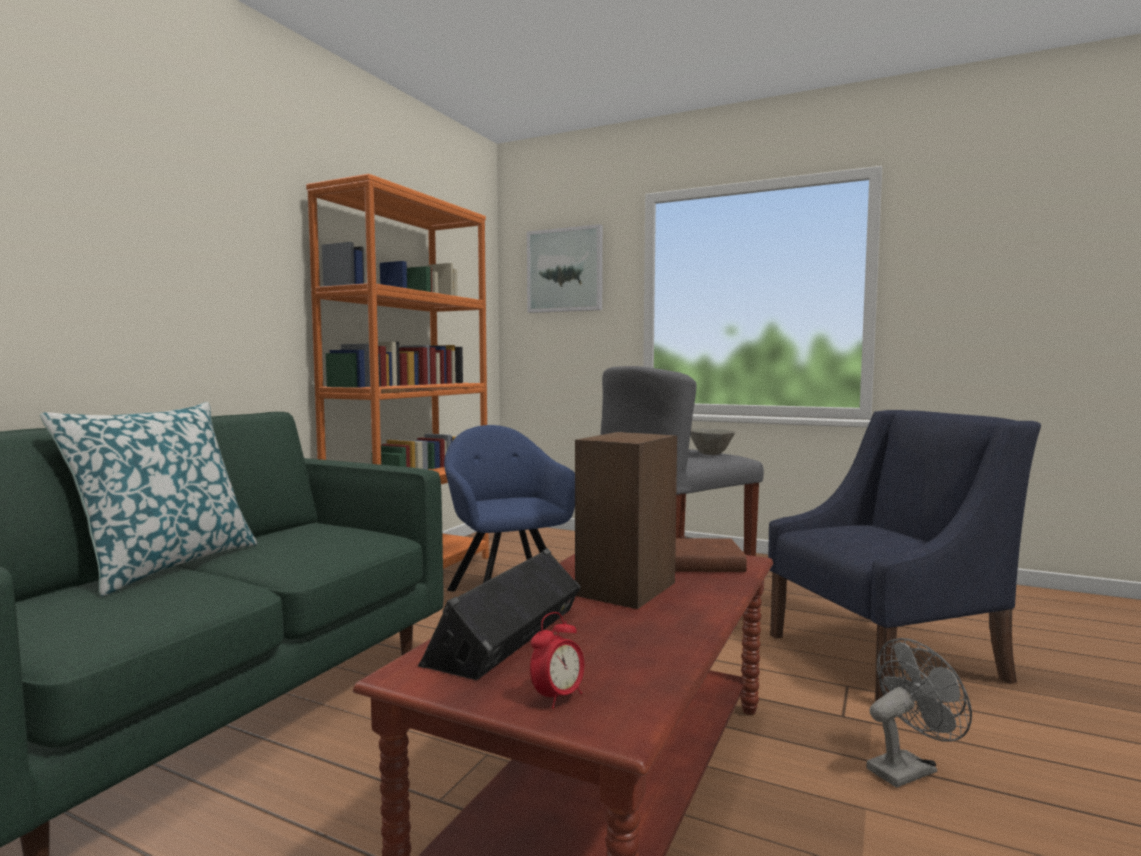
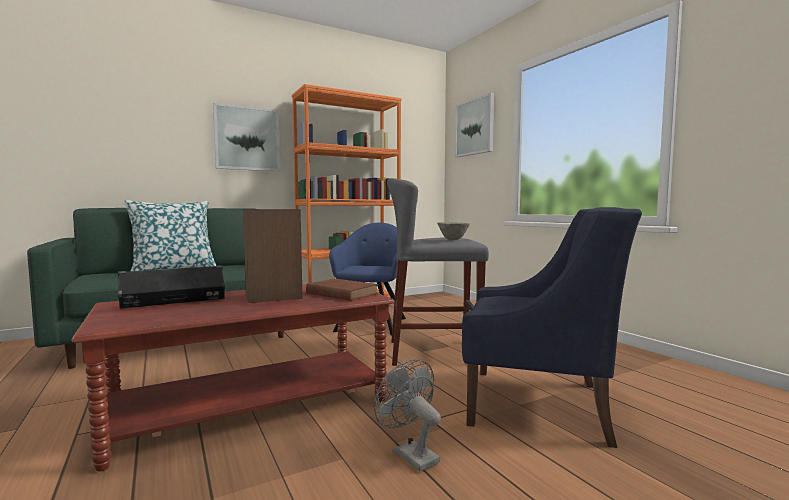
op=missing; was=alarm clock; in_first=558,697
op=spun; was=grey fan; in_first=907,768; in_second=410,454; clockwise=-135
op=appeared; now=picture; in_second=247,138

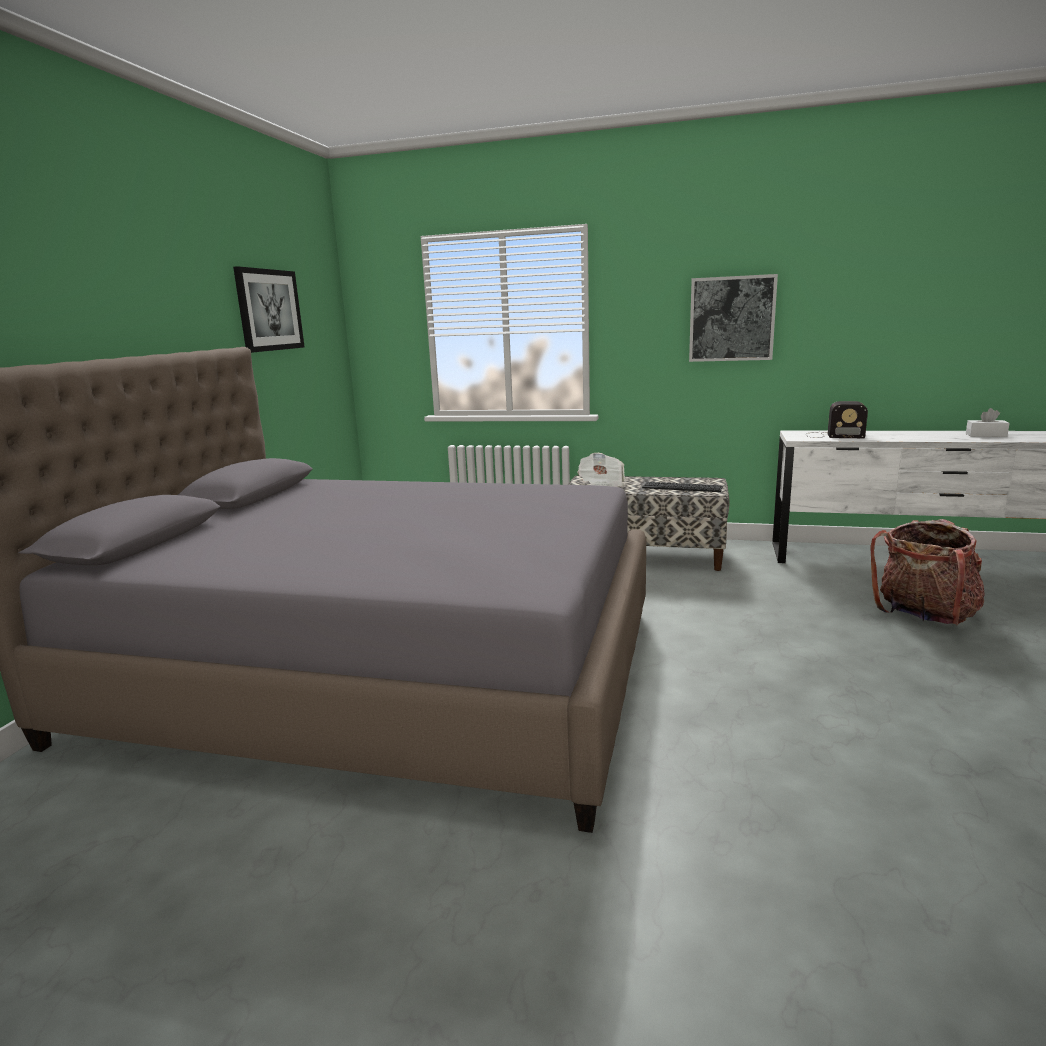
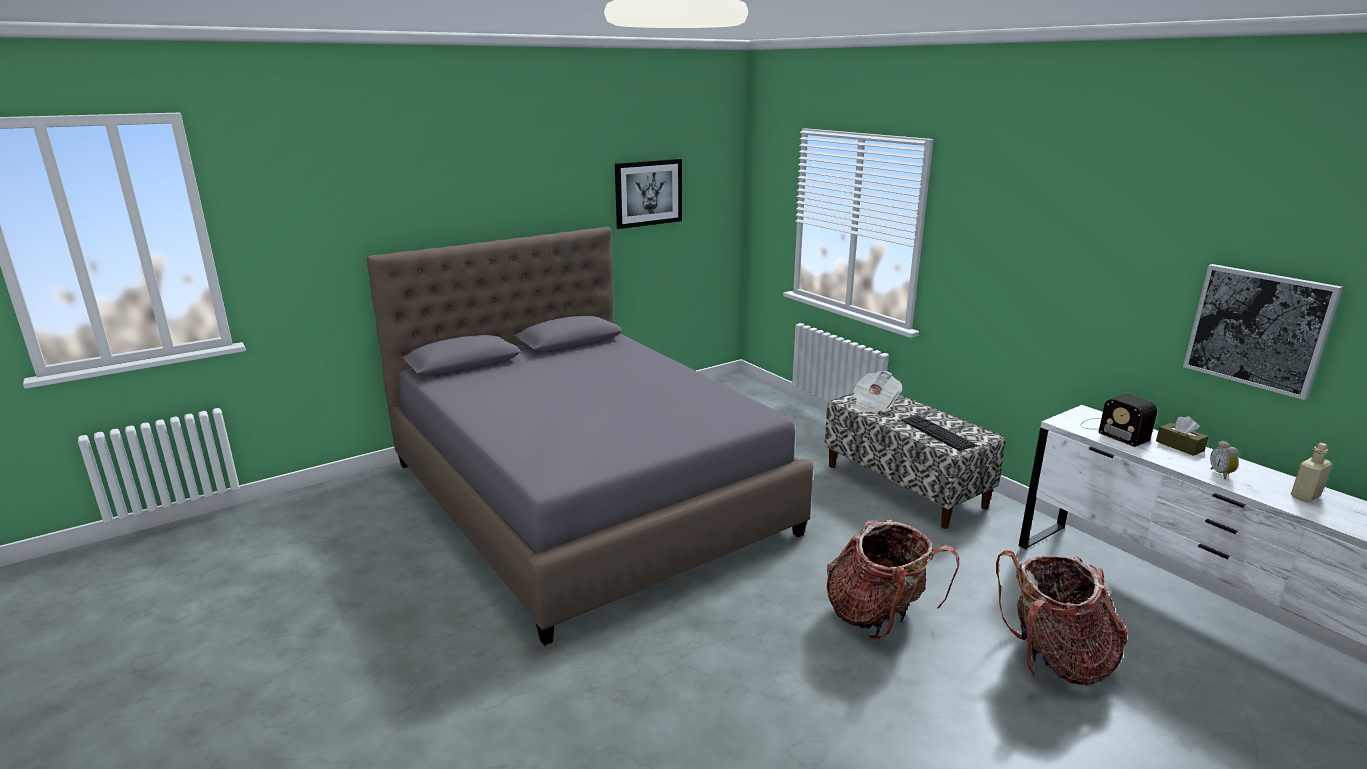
op=relocated; was=picture; in_first=731,319; in_second=1258,329
op=exchanged; was=white tissue box; now=beige bottle; in_first=986,435; in_second=1305,496
op=appeared; now=brown tissue box; in_second=1179,446
op=appeared; now=alarm clock; in_second=1221,474
op=appeared; now=backpack; in_second=878,616

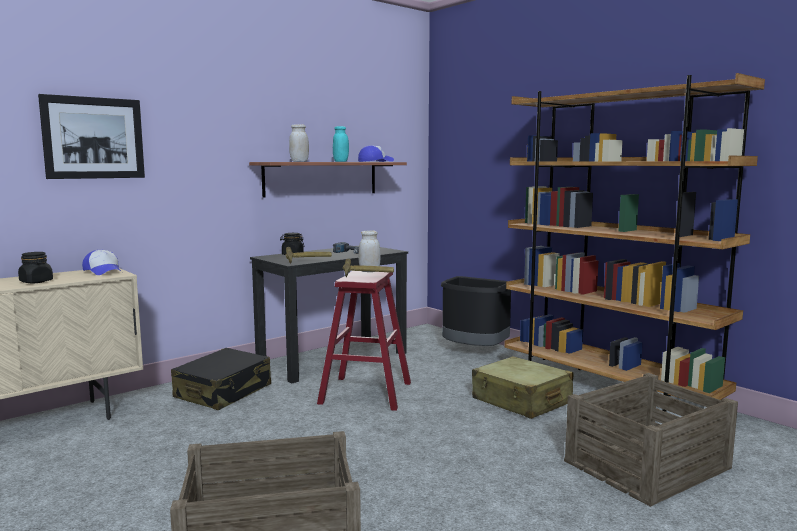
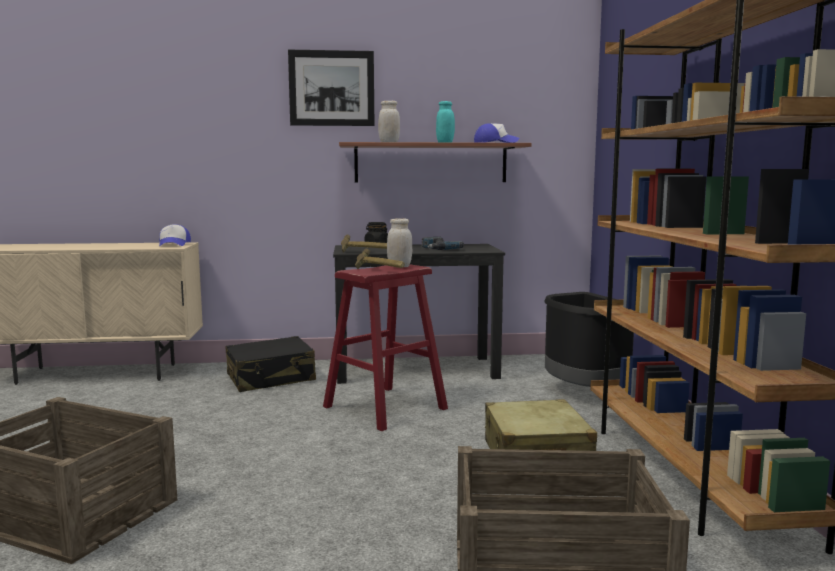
op=relocated; was=picture; in_first=94,138; in_second=331,88
op=missing; was=black jar; in_first=36,282

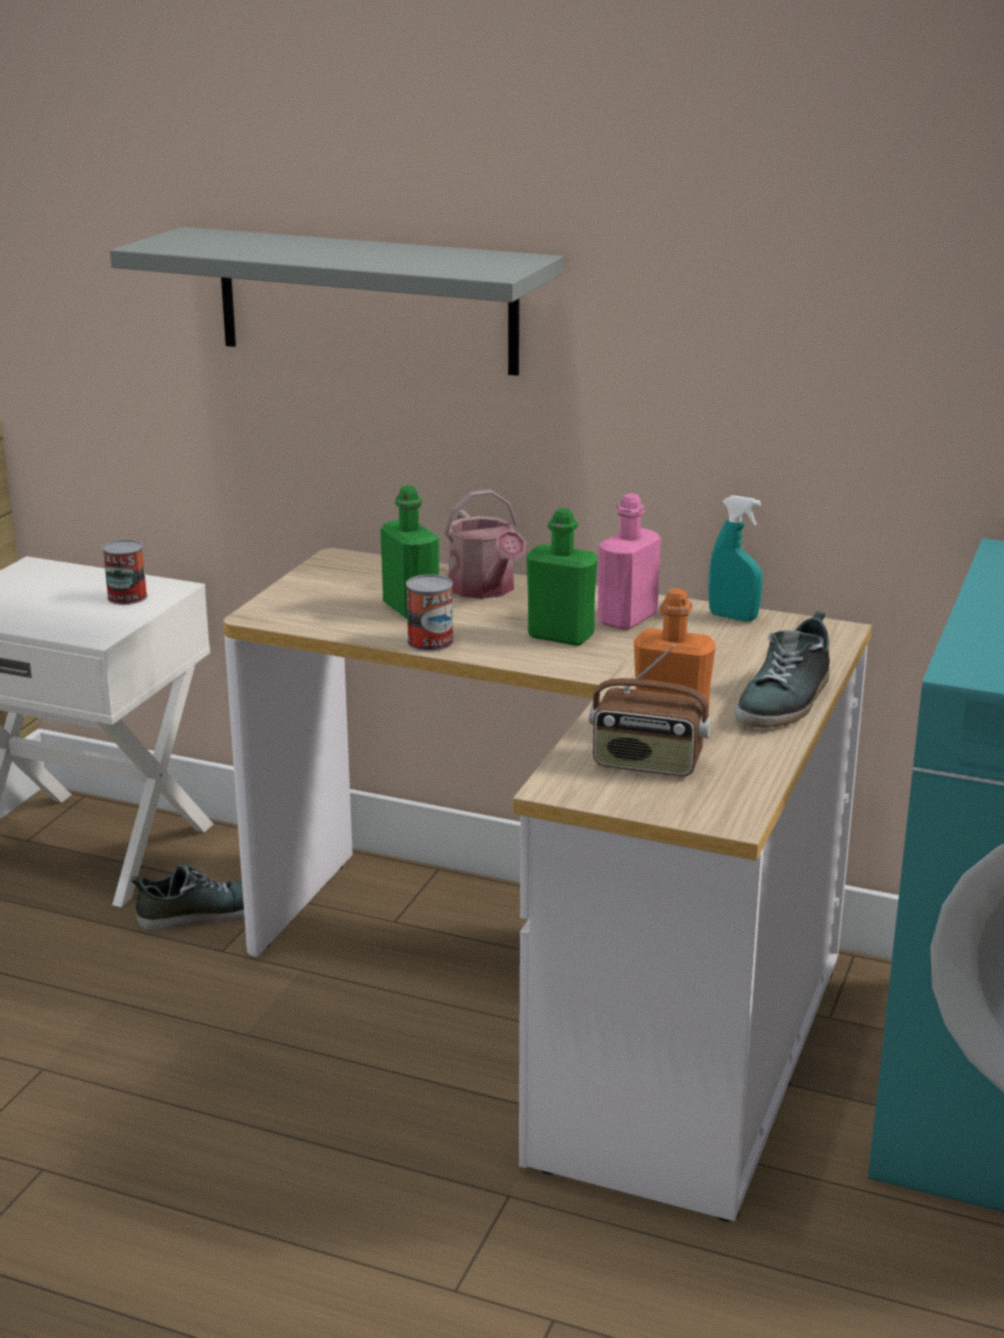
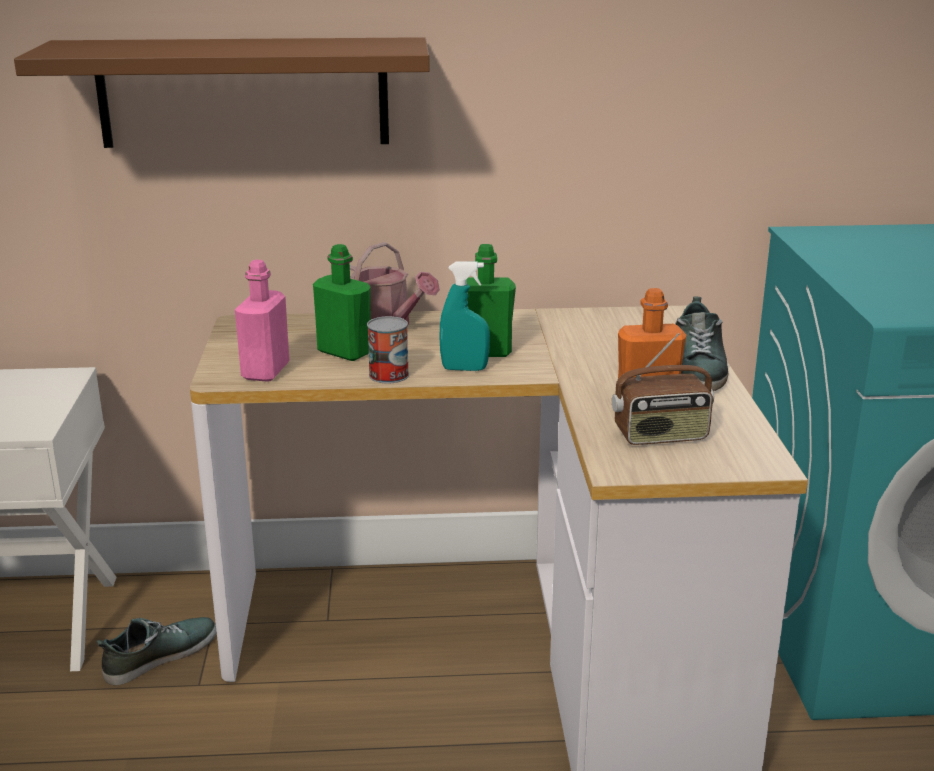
op=colour; was=grey shelf; now=brown shelf; in_first=366,300; in_second=243,93
op=relocated; was=pink bottle; in_first=627,619; in_second=265,371
op=relocated; was=turquoise spray bottle; in_first=733,617; in_second=464,369
op=missing; was=can; in_first=127,597

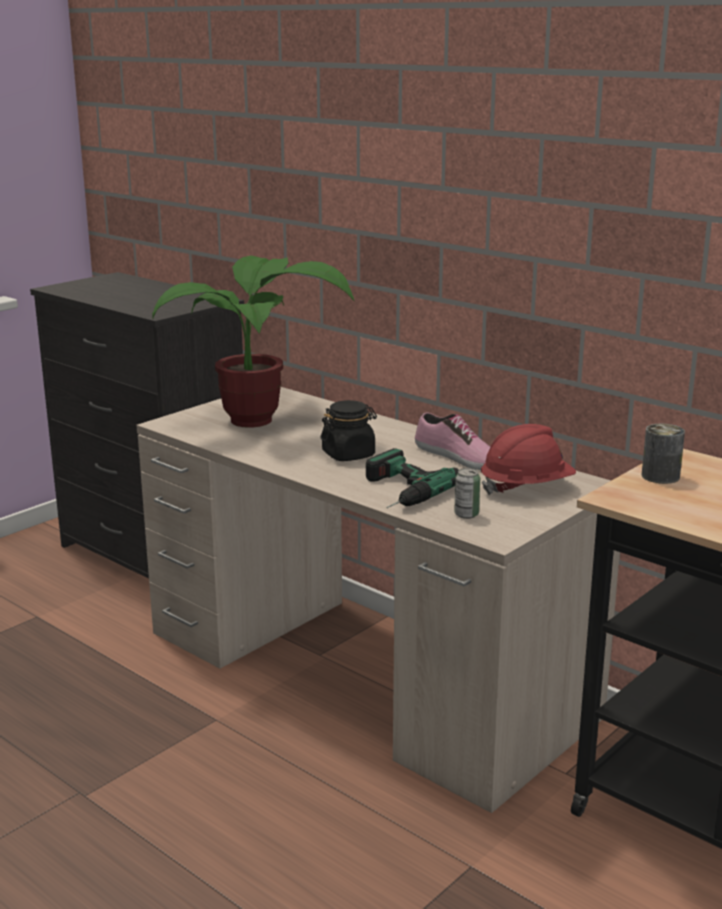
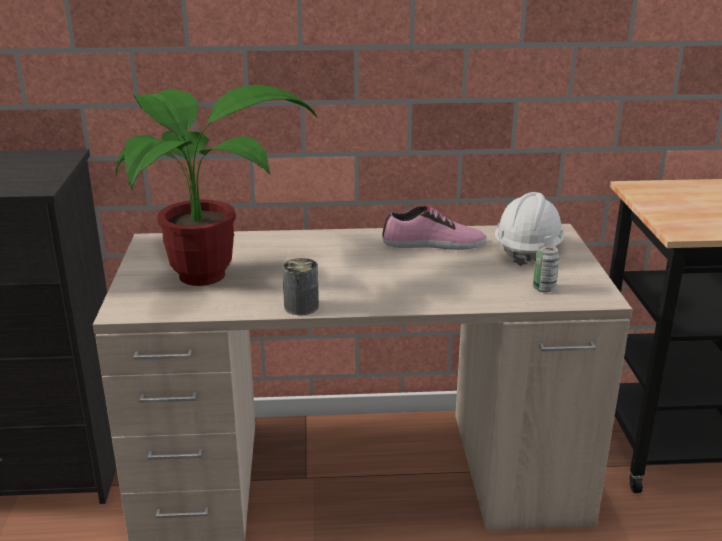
op=missing; was=black jar; in_first=349,455
op=colour; was=red hard hat; now=white hard hat; in_first=526,488; in_second=527,250
op=relocated; was=can; in_first=660,476; in_second=301,306
op=missing; was=power drill; in_first=395,492

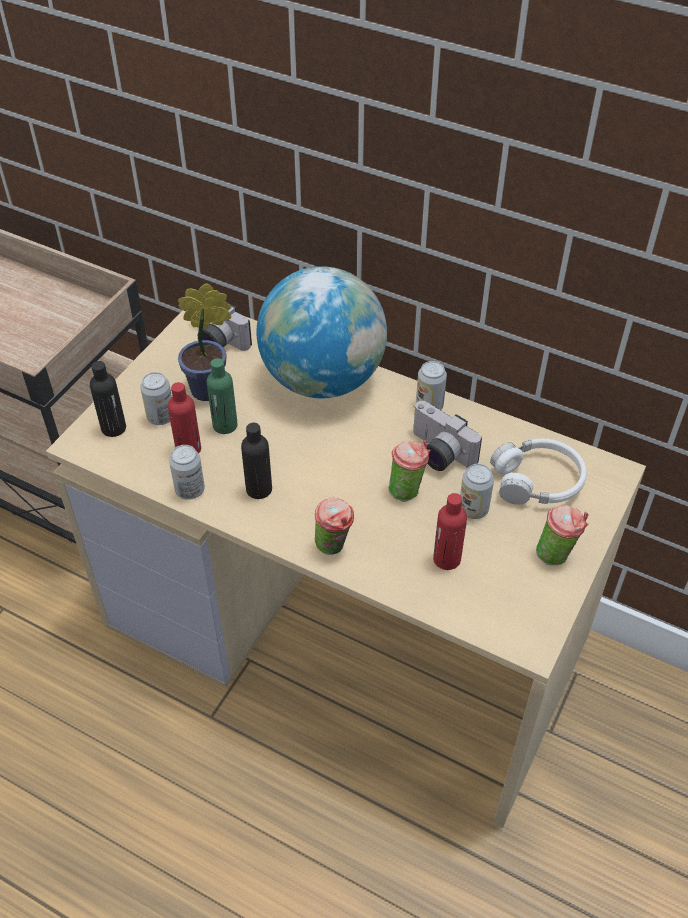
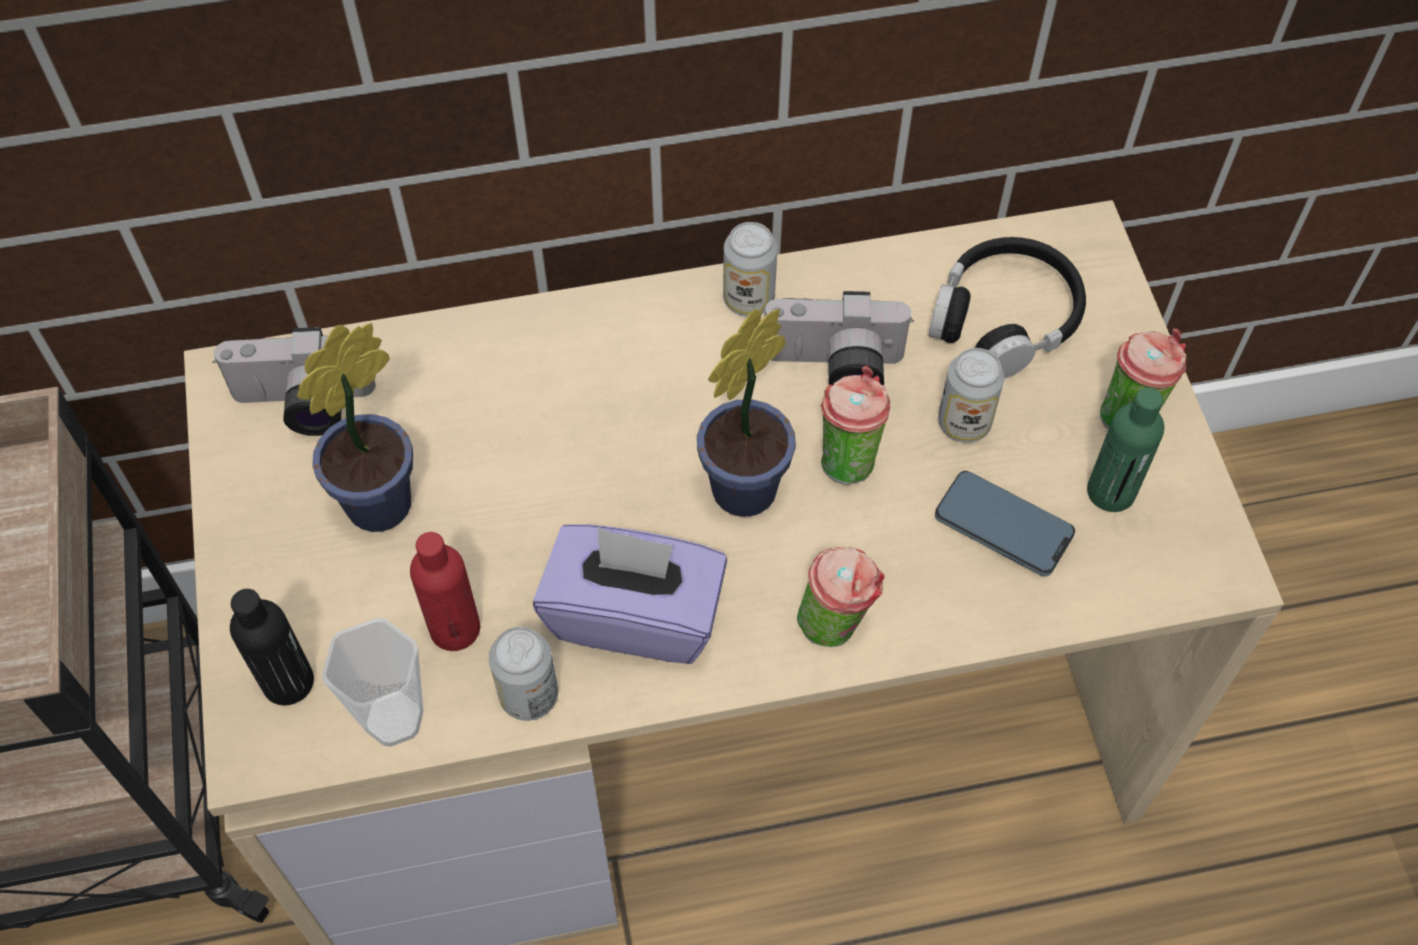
op=missing; was=globe; in_first=323,379
op=relocated; was=green bottle; in_first=225,425; in_second=1111,492
op=missing; was=can; in_first=161,417
op=exchanged; was=black bottle; now=purple tissue box; in_first=259,489; in_second=635,615
op=colour; was=white headphones; now=black headphones; in_first=537,481; in_second=1004,318
op=exchanged; was=red bottle; now=phone; in_first=446,559; in_second=1003,526
op=appeared; now=potted plant; in_second=750,484
op=appeared; now=cup; in_second=394,719

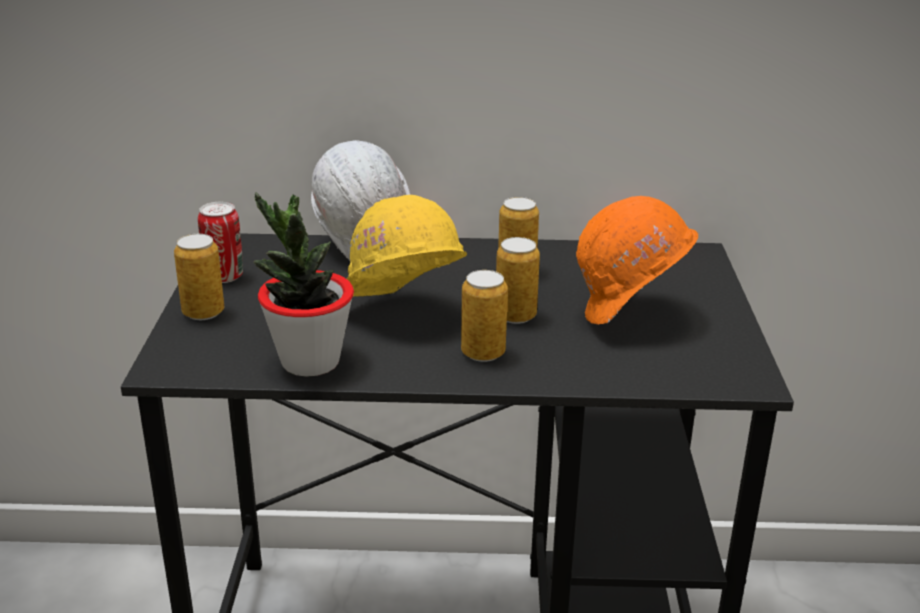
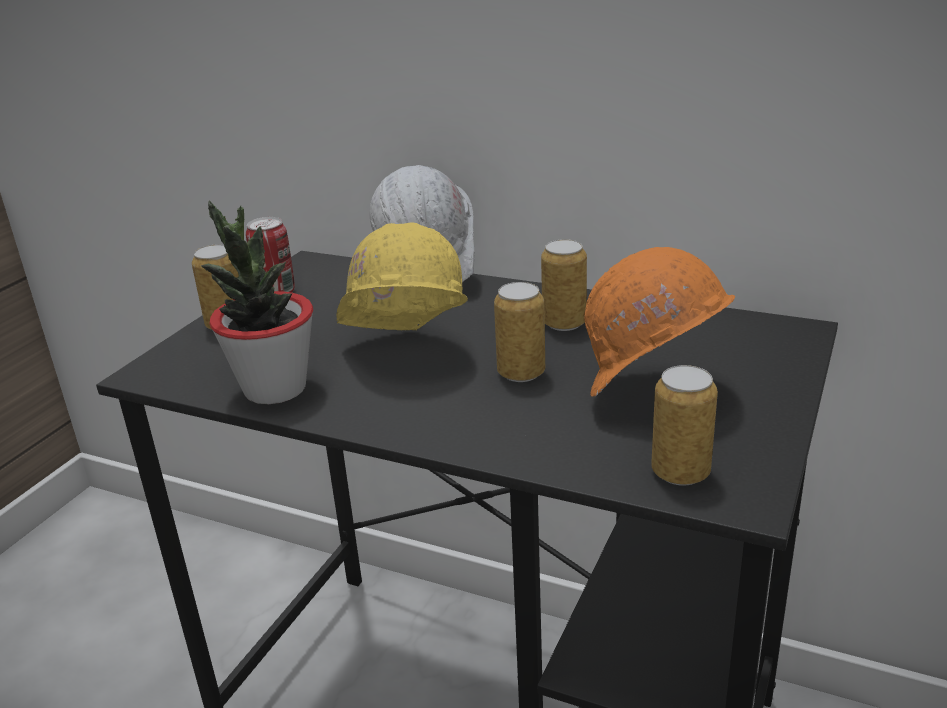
op=relocated; was=can; in_first=483,353; in_second=680,472

